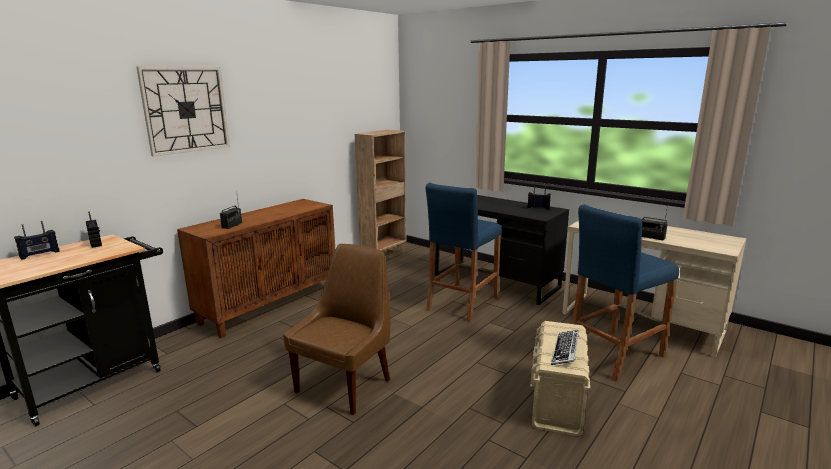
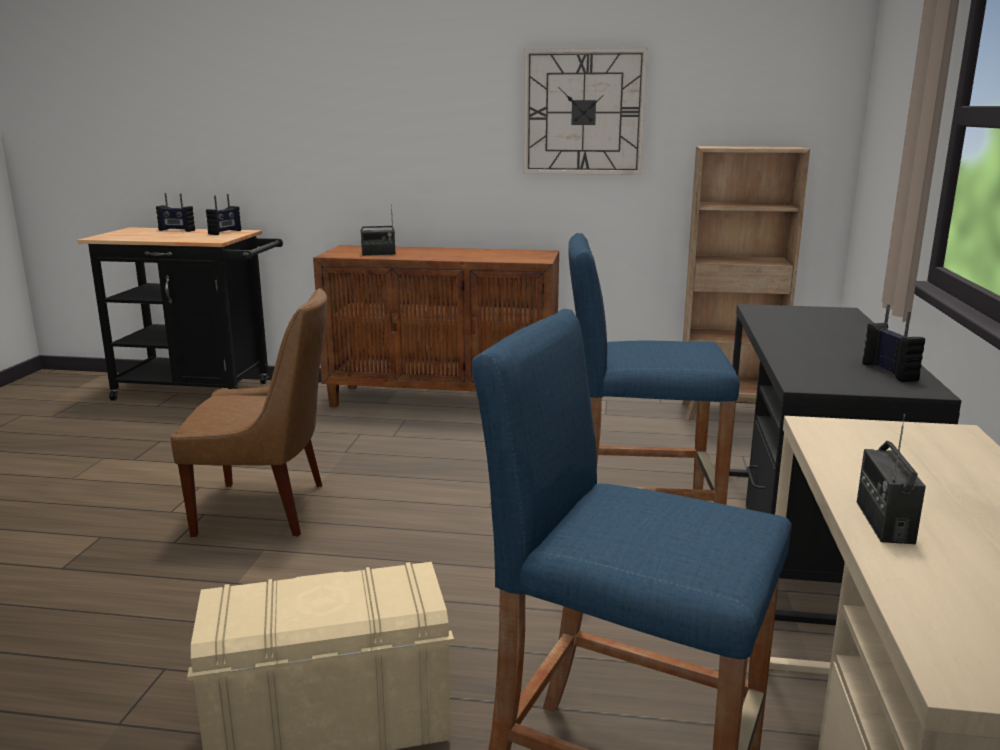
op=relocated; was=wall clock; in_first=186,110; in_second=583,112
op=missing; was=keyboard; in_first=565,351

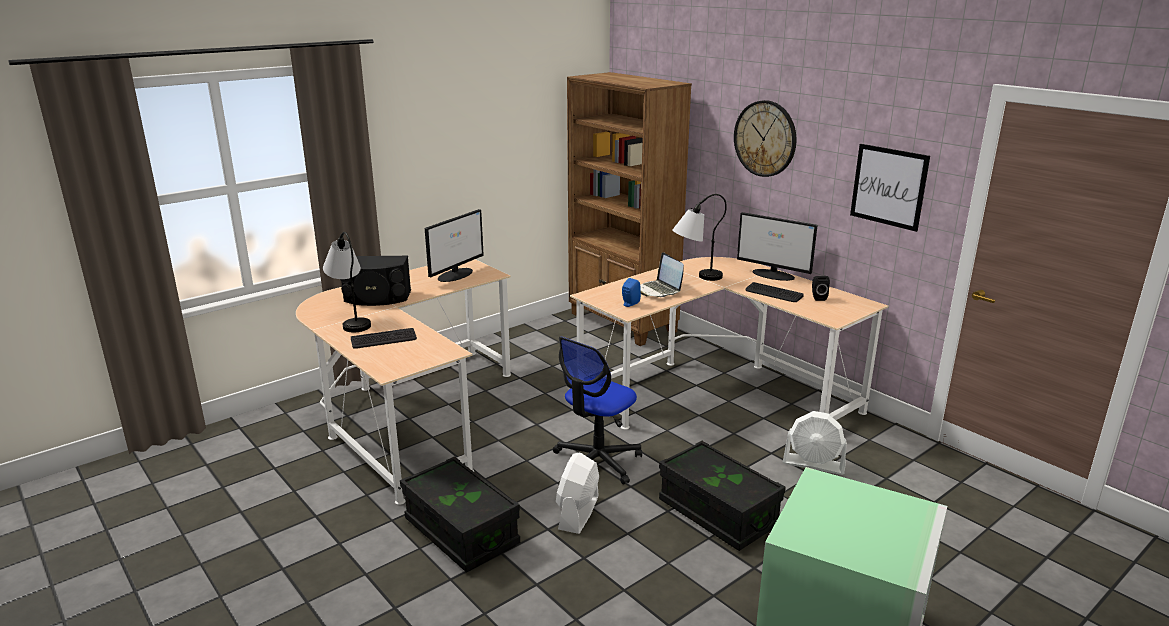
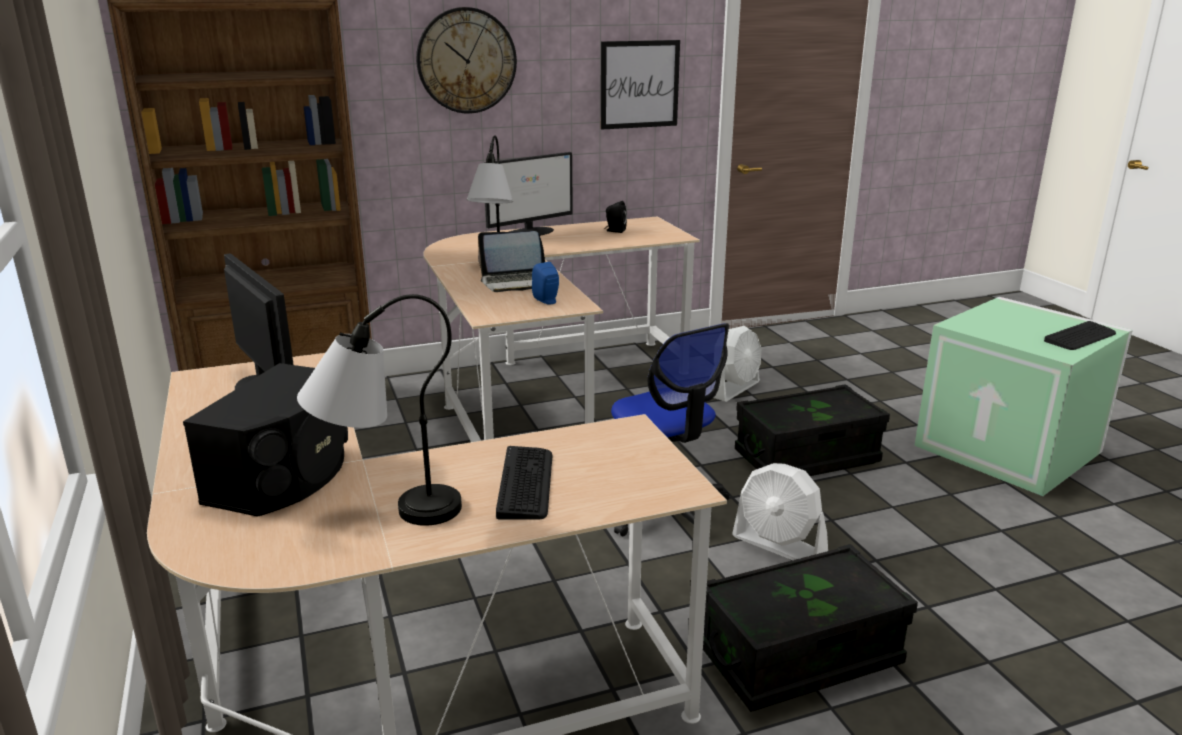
op=relocated; was=keyboard; in_first=773,293; in_second=1080,337

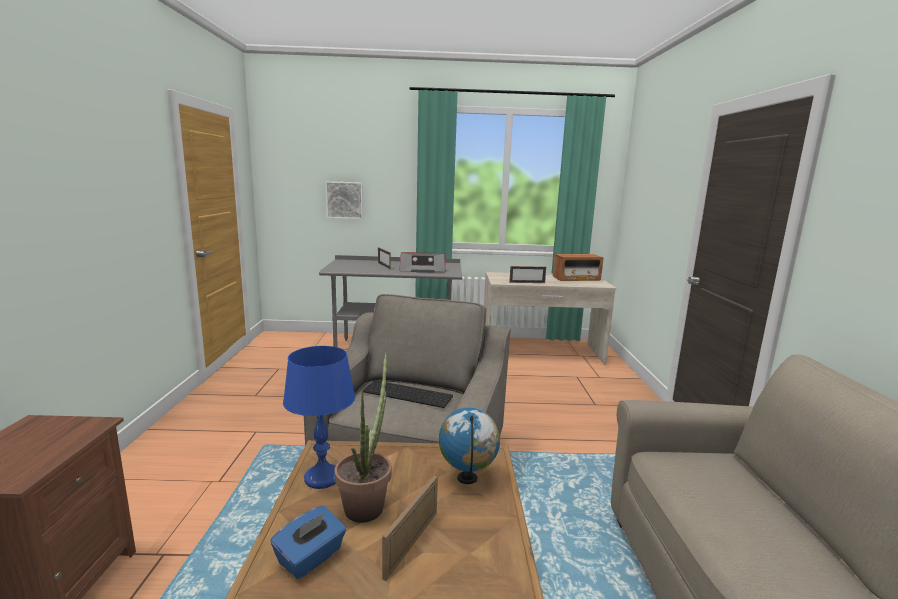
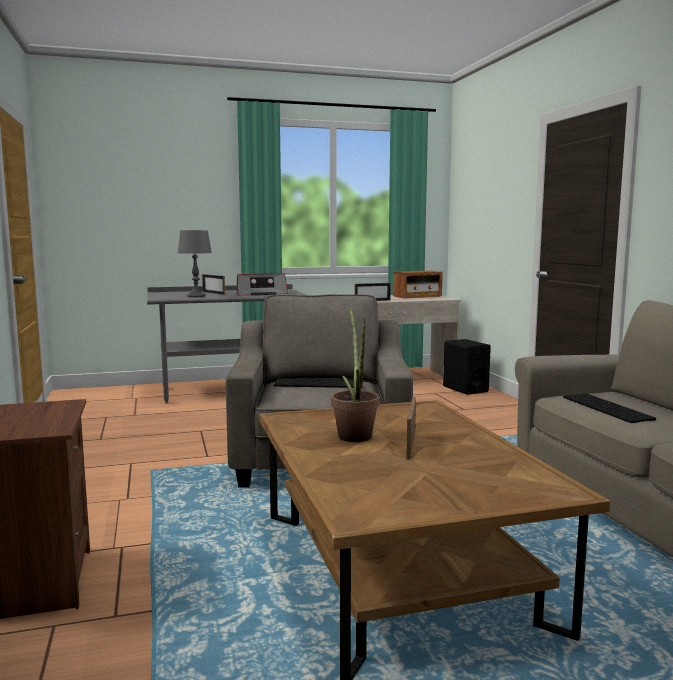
op=missing; was=picture; in_first=345,200
op=missing; was=blue table lamp; in_first=322,477
op=missing; was=globe; in_first=467,478
op=missing; was=blue tissue box; in_first=311,558
op=appeared; now=grey table lamp; in_second=196,296
op=appeared; now=black speaker; in_second=465,389
op=appeared; now=keyboard; in_second=608,408

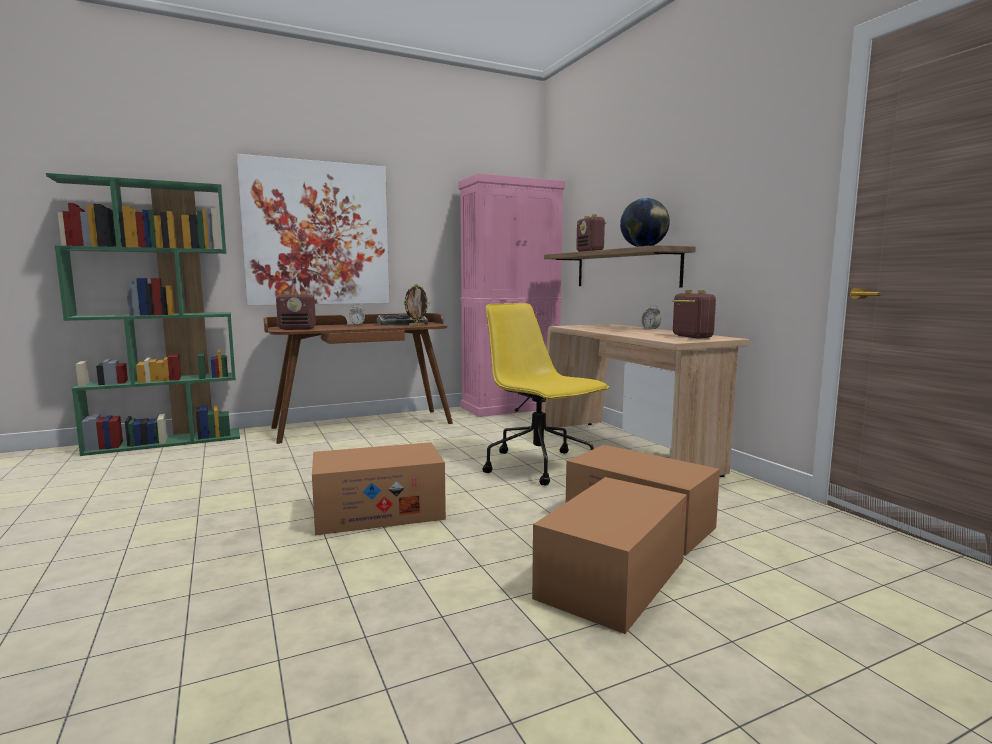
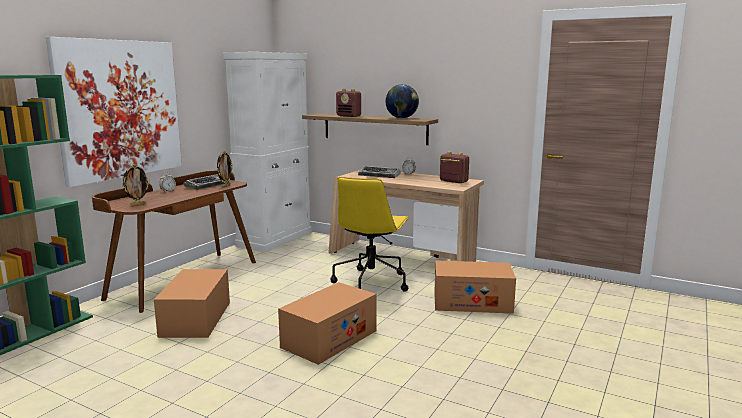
op=colour; was=pink cabinet; now=white cabinet; in_first=511,407; in_second=275,239
op=exchanged; was=radio; now=picture frame; in_first=297,329; in_second=138,205
op=spun; was=yellow office chair; in_first=539,466; in_second=371,282; clockwise=-90
op=relocated; was=cardboard box; in_first=612,578; in_second=196,319
op=appeared; now=keyboard; in_second=380,175

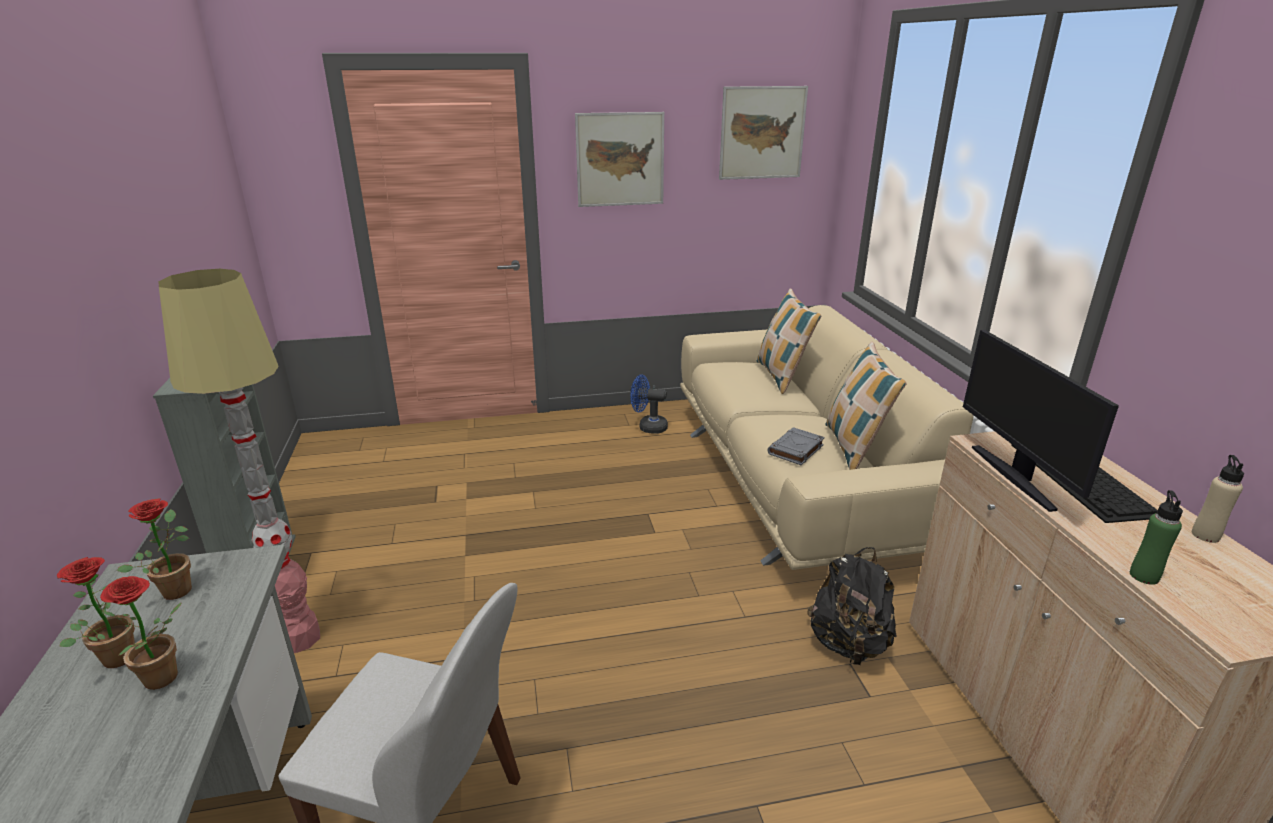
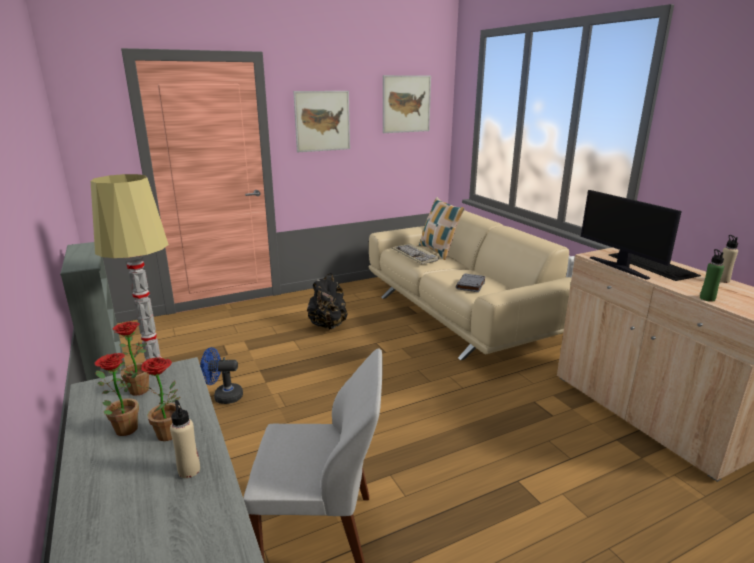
op=missing; was=pillow; in_first=854,448
op=relocated; was=blue fan; in_first=648,427; in_second=223,397
op=relocated; was=black backpack; in_first=848,644; in_second=328,325
op=appeared; now=keyboard; in_second=415,255
op=appeared; now=beige bottle; in_second=189,470

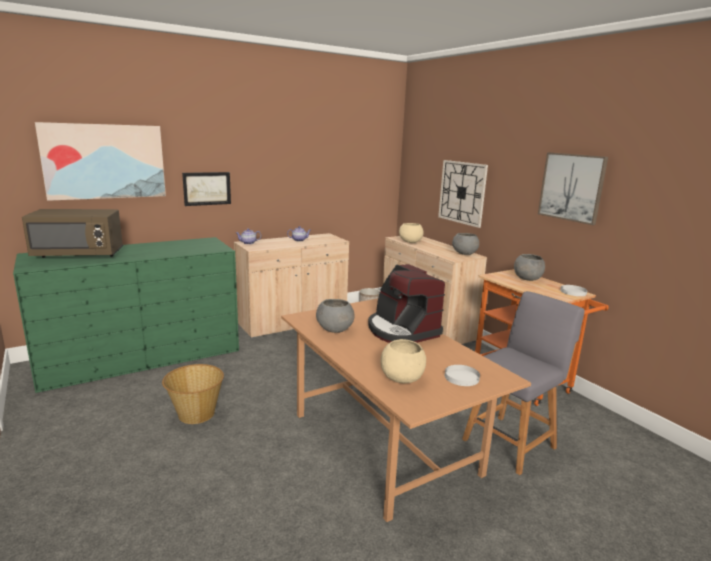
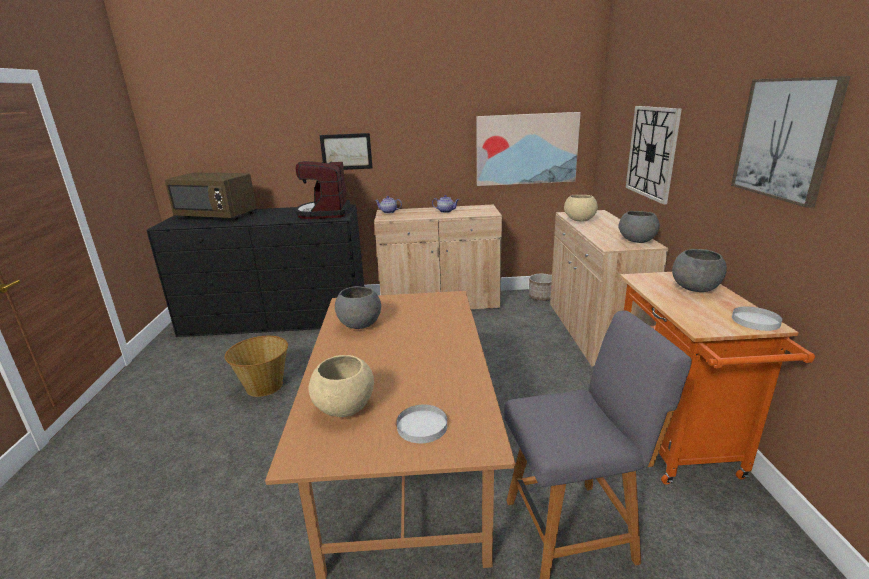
op=relocated; was=picture; in_first=104,161; in_second=526,149
op=colour; was=green dresser; now=black dresser; in_first=142,356; in_second=277,317
op=relocated; was=coffee machine; in_first=402,330; in_second=324,213

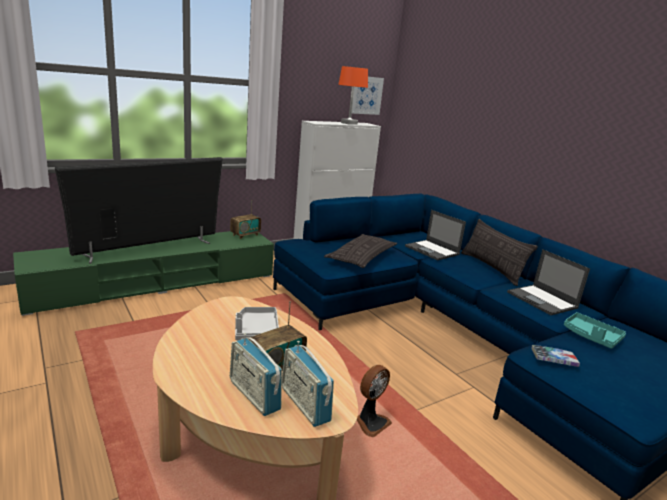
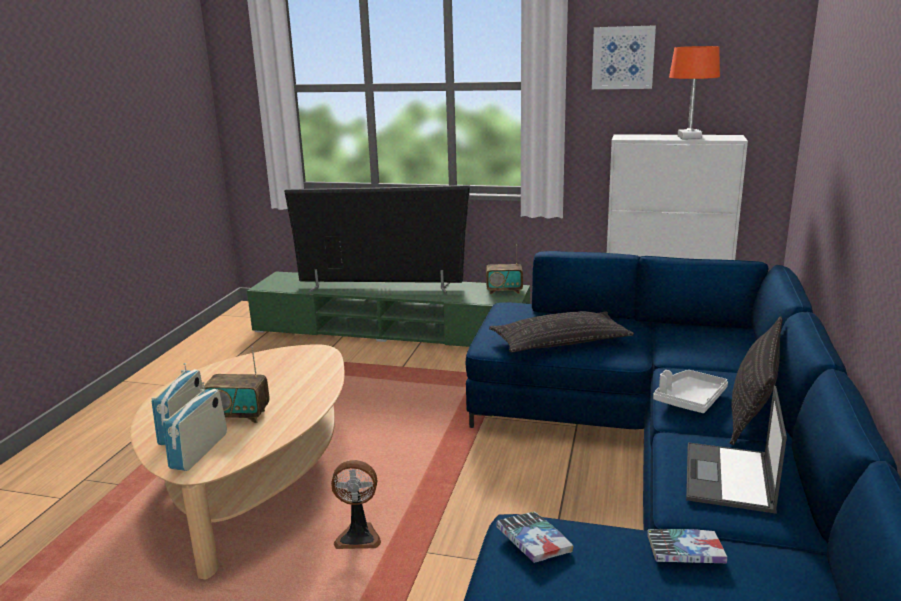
op=relocated; was=picture; in_first=366,95; in_second=623,57
op=missing; was=laptop; in_first=432,250
op=relocated; was=grey tray; in_first=256,331; in_second=689,399
op=exchanged; was=turquoise tray; now=book; in_first=591,336; in_second=685,552

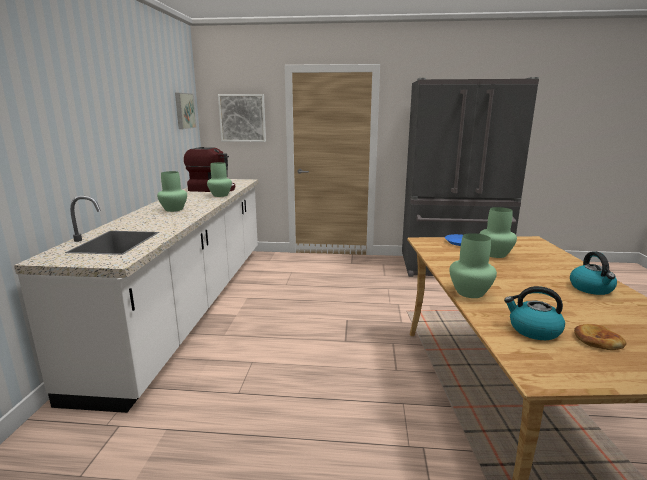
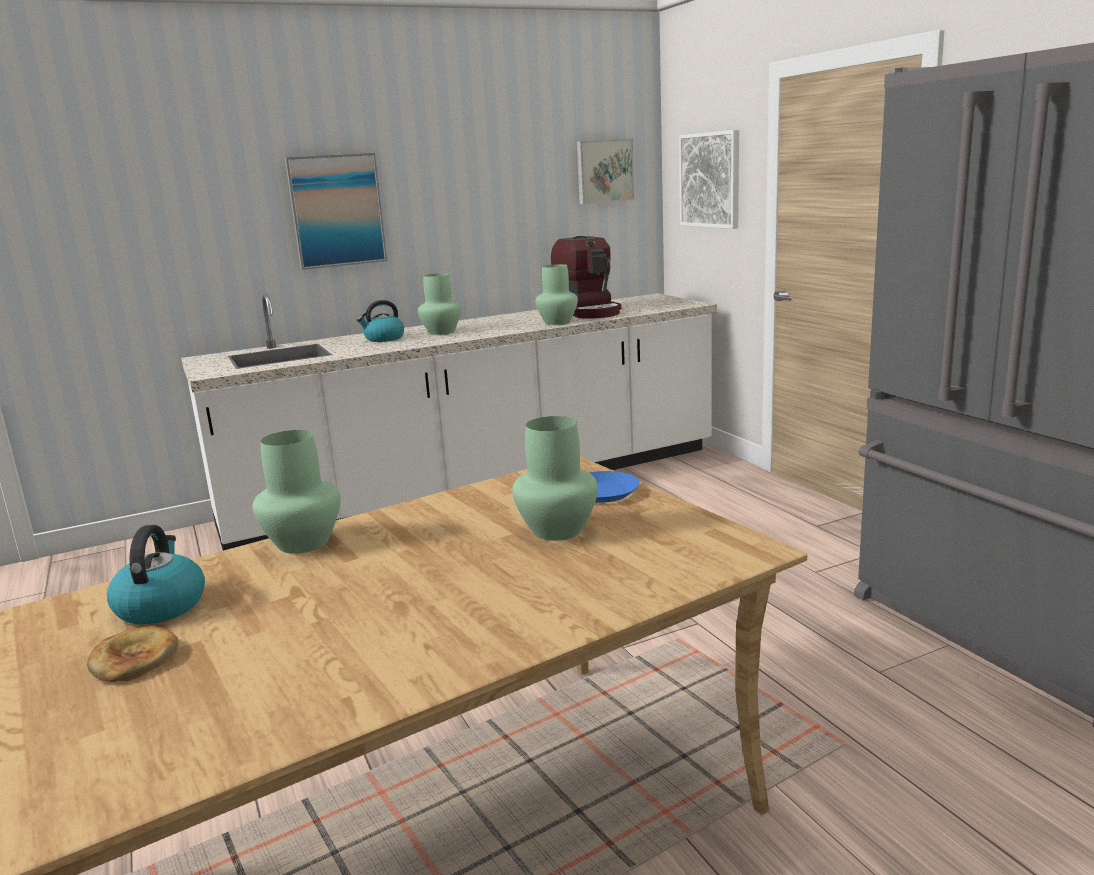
op=relocated; was=kettle; in_first=591,288; in_second=384,339
op=appeared; now=picture; in_second=336,211

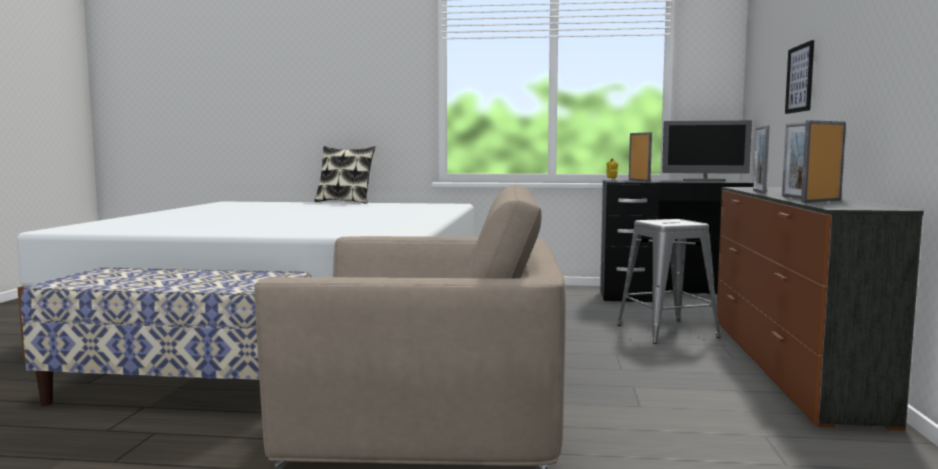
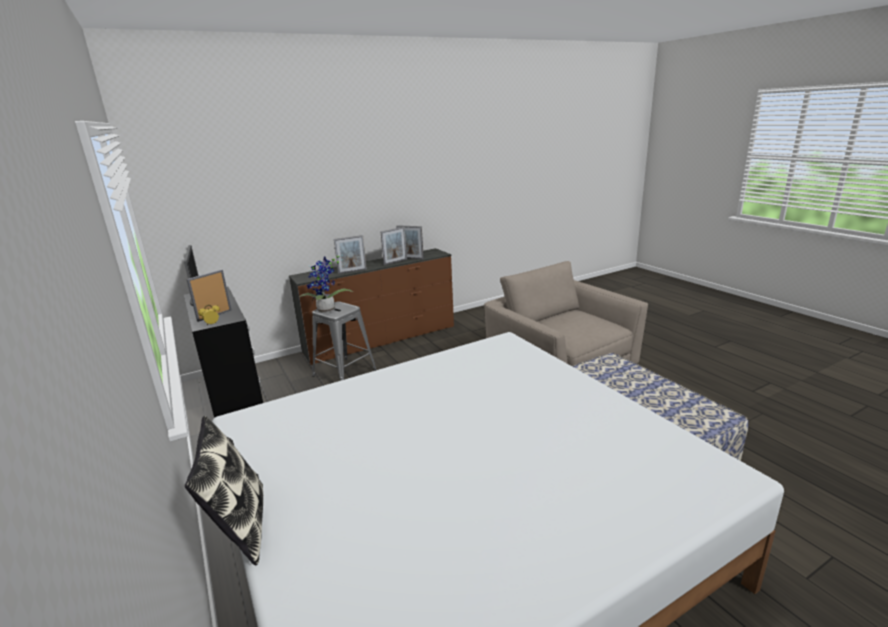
op=missing; was=picture; in_first=800,78
op=appeared; now=potted plant; in_second=327,311

